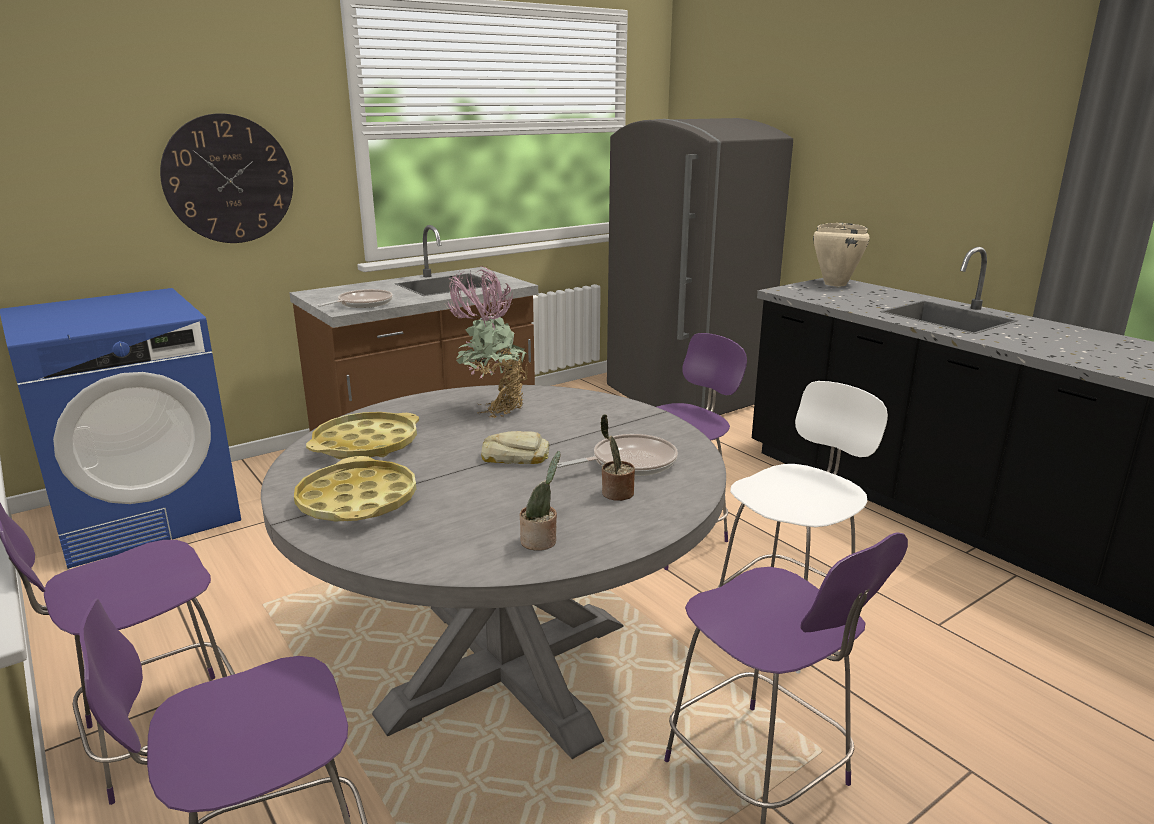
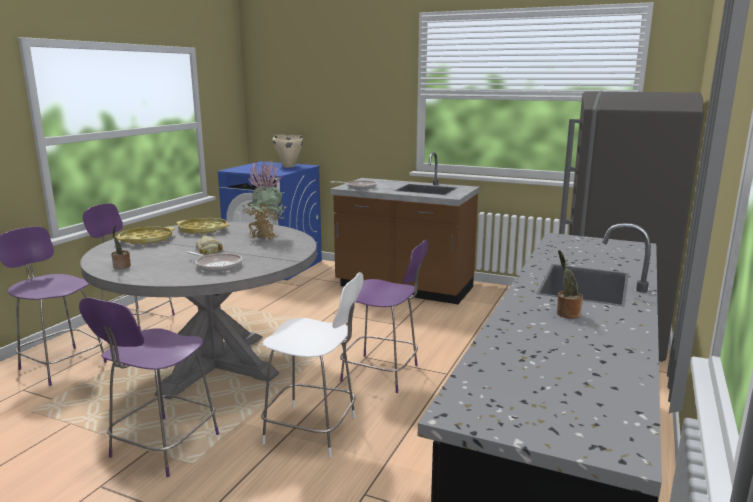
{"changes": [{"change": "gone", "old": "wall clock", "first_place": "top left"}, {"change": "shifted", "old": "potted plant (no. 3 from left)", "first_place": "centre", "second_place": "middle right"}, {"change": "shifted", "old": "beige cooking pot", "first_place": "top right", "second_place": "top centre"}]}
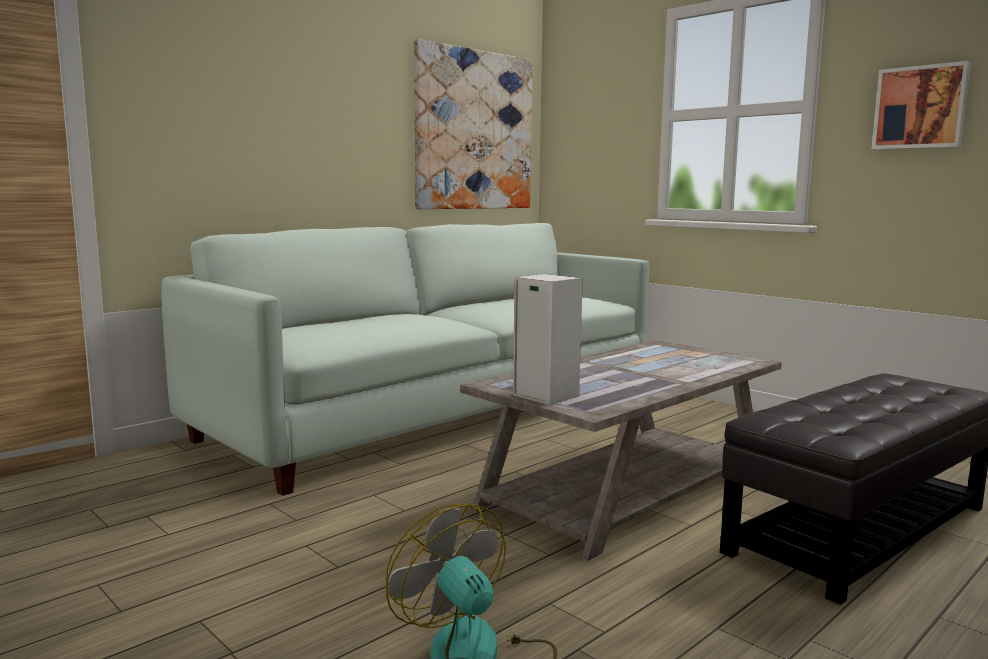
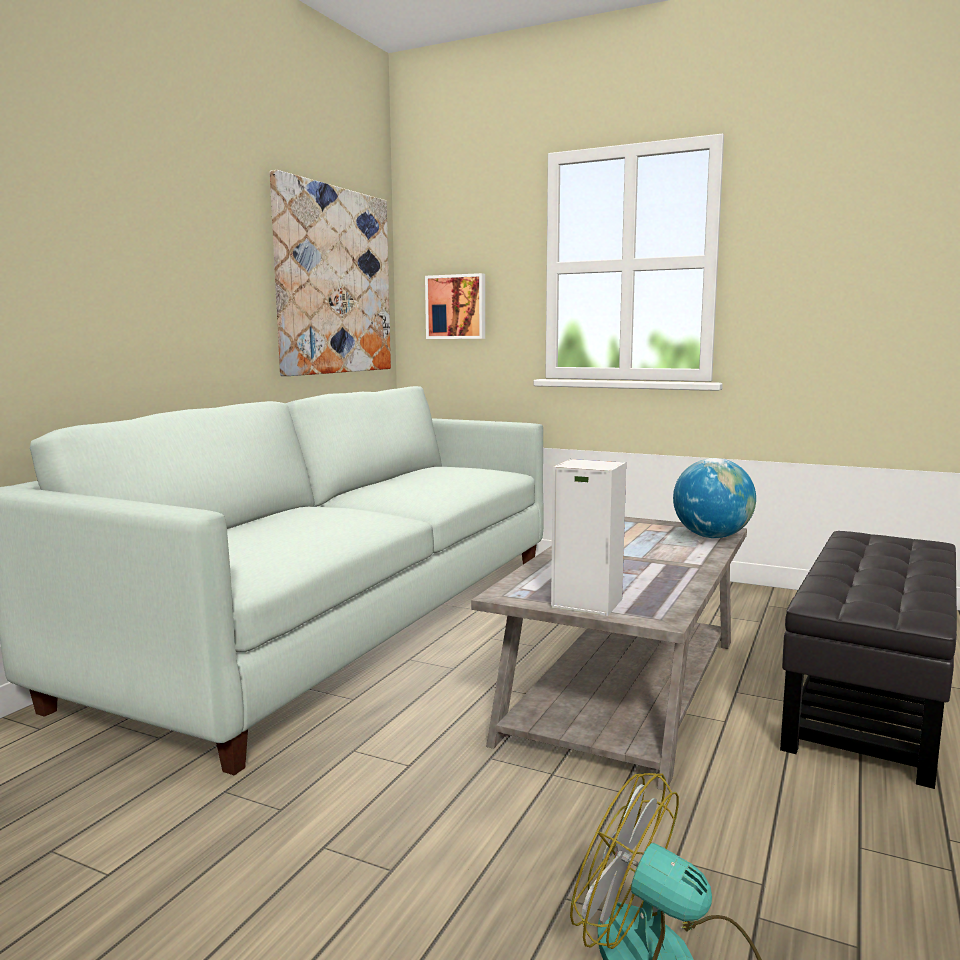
{"changes": [{"change": "new", "new": "globe", "second_place": "middle right"}, {"change": "shifted", "old": "picture (no. 2 from left)", "first_place": "top right", "second_place": "top centre"}]}
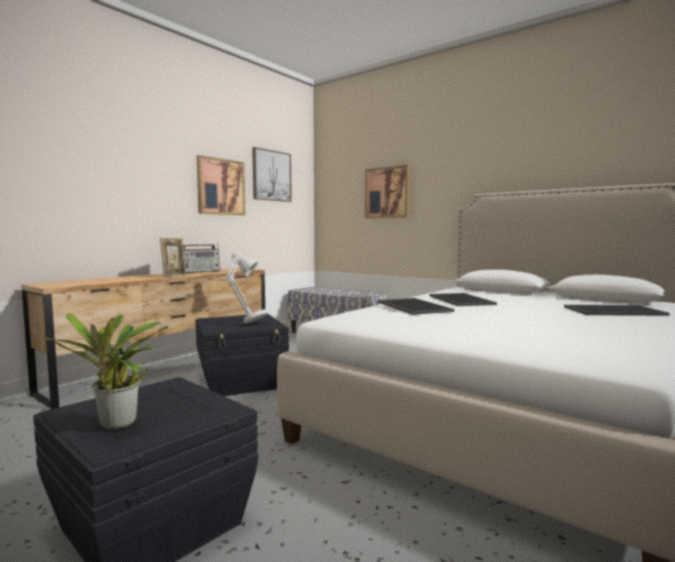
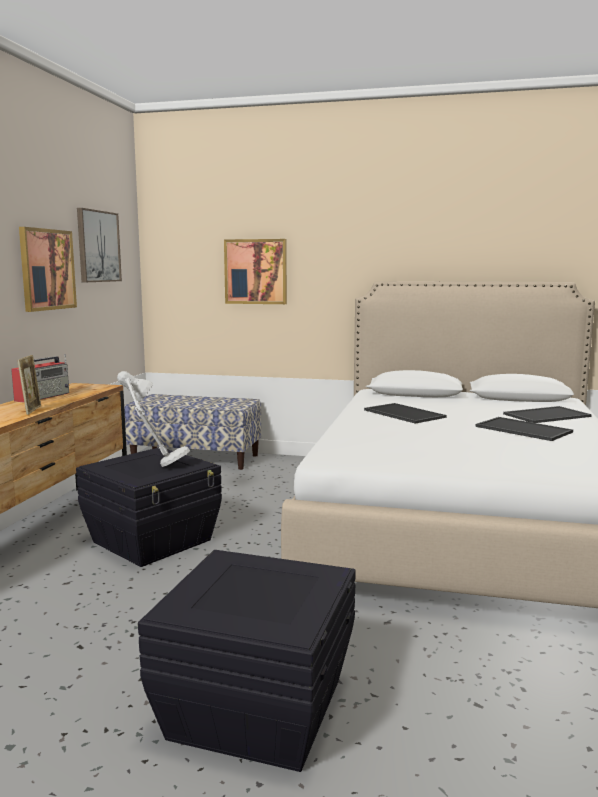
{"changes": [{"change": "gone", "old": "potted plant", "first_place": "middle left"}, {"change": "shifted", "old": "tray (no. 1 from left in the first image)", "new": "tray (no. 2 from left)", "first_place": "centre", "second_place": "middle right"}]}
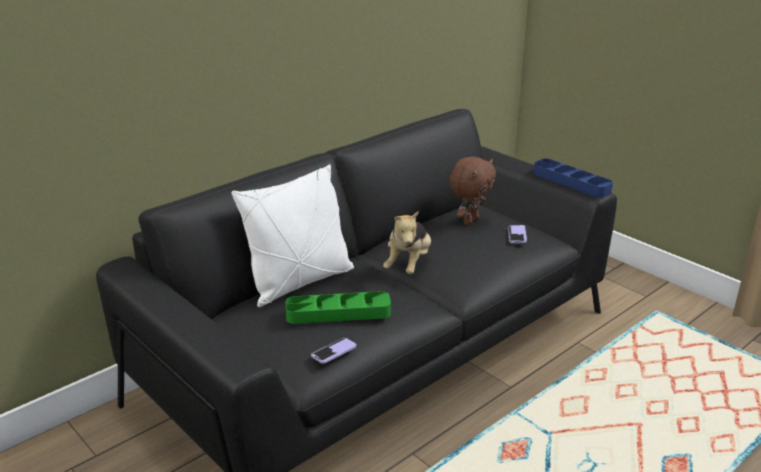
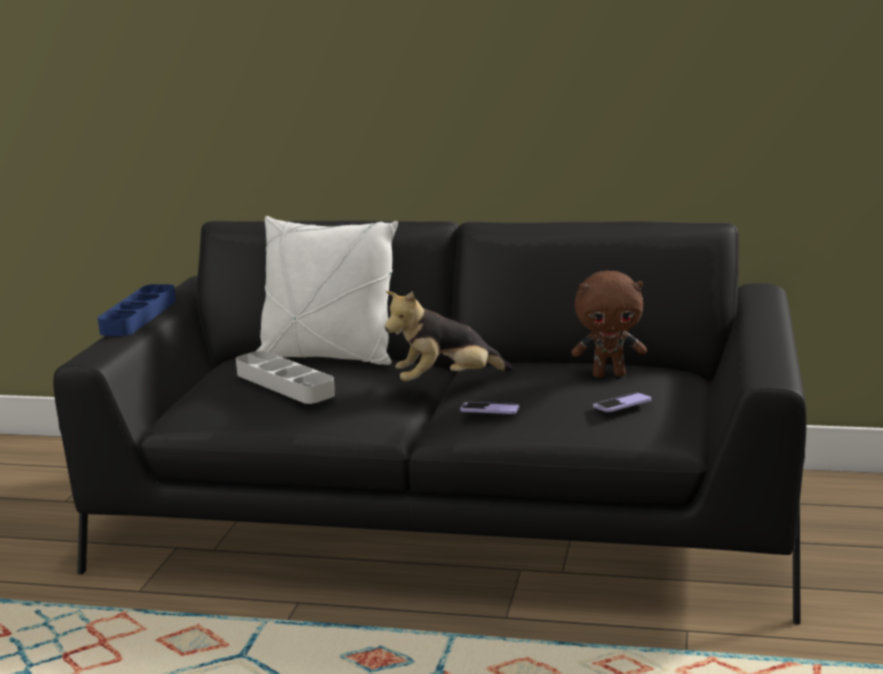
{"changes": [{"change": "shifted", "old": "phone (no. 1 from left)", "first_place": "bottom centre", "second_place": "centre"}, {"change": "shifted", "old": "blue tray", "first_place": "middle right", "second_place": "middle left"}, {"change": "repainted", "old": "green tray", "new": "grey tray", "first_place": "centre", "second_place": "middle left"}]}
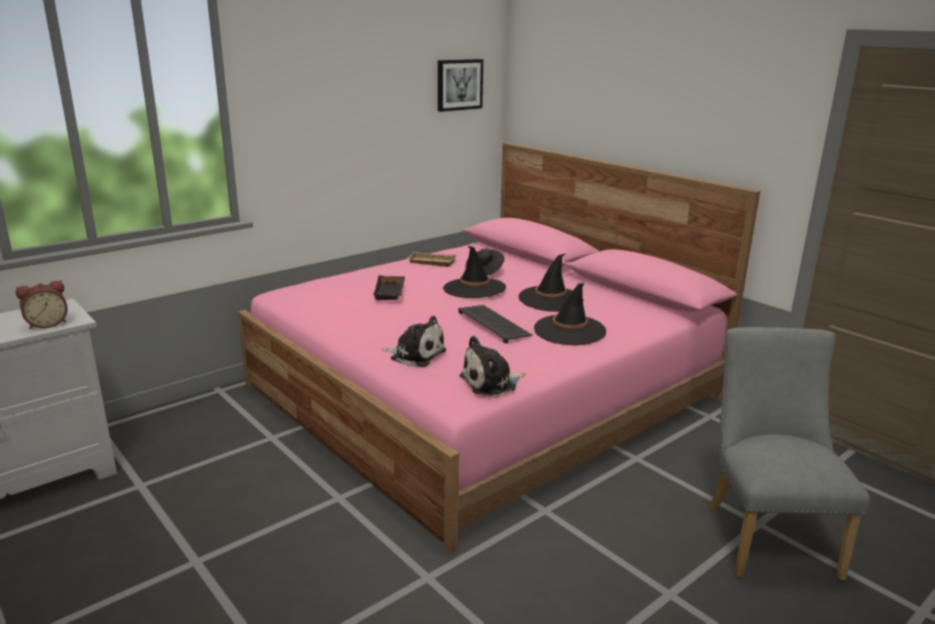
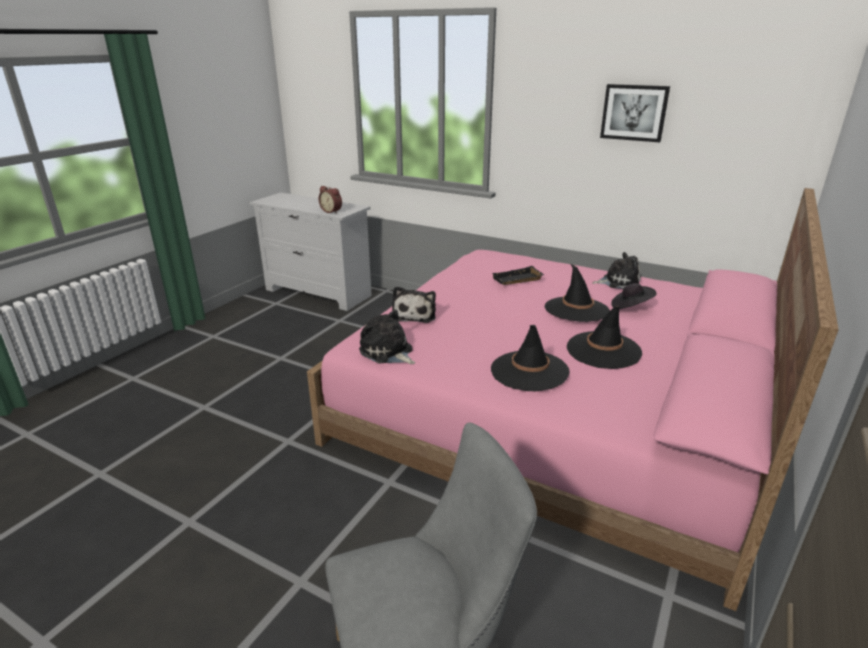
{"changes": [{"change": "gone", "old": "keyboard", "first_place": "centre"}, {"change": "shifted", "old": "picture", "first_place": "top centre", "second_place": "top right"}, {"change": "swapped", "old": "beige tray", "new": "plush toy (no. 3 from left)", "first_place": "centre", "second_place": "middle right"}]}
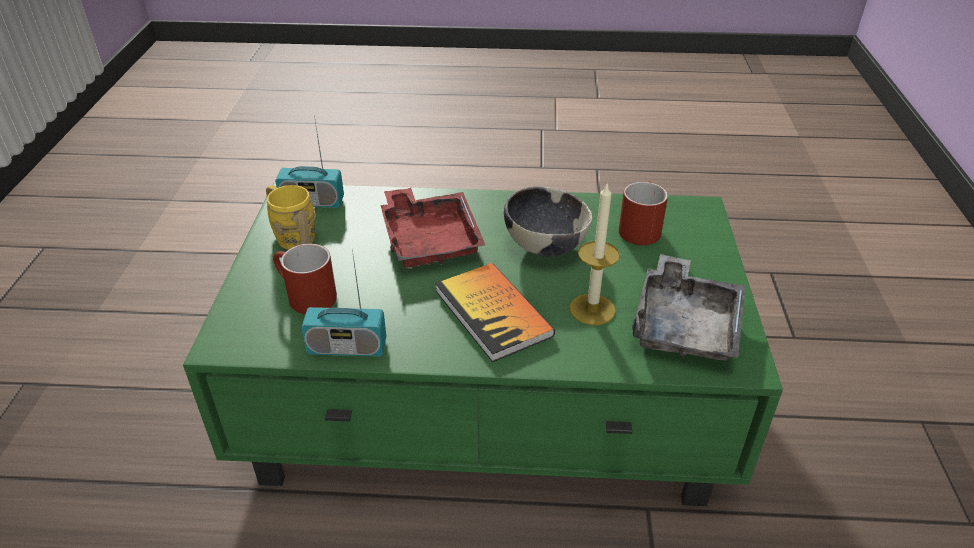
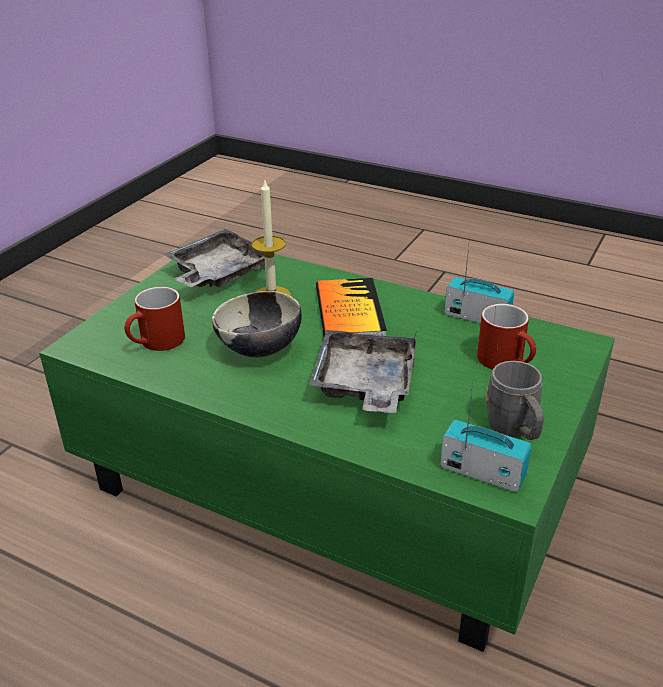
{"changes": [{"change": "repainted", "old": "yellow mug", "new": "grey mug", "first_place": "middle left", "second_place": "middle right"}, {"change": "repainted", "old": "red tray", "new": "grey tray (no. 2 from left)", "first_place": "centre", "second_place": "centre"}]}
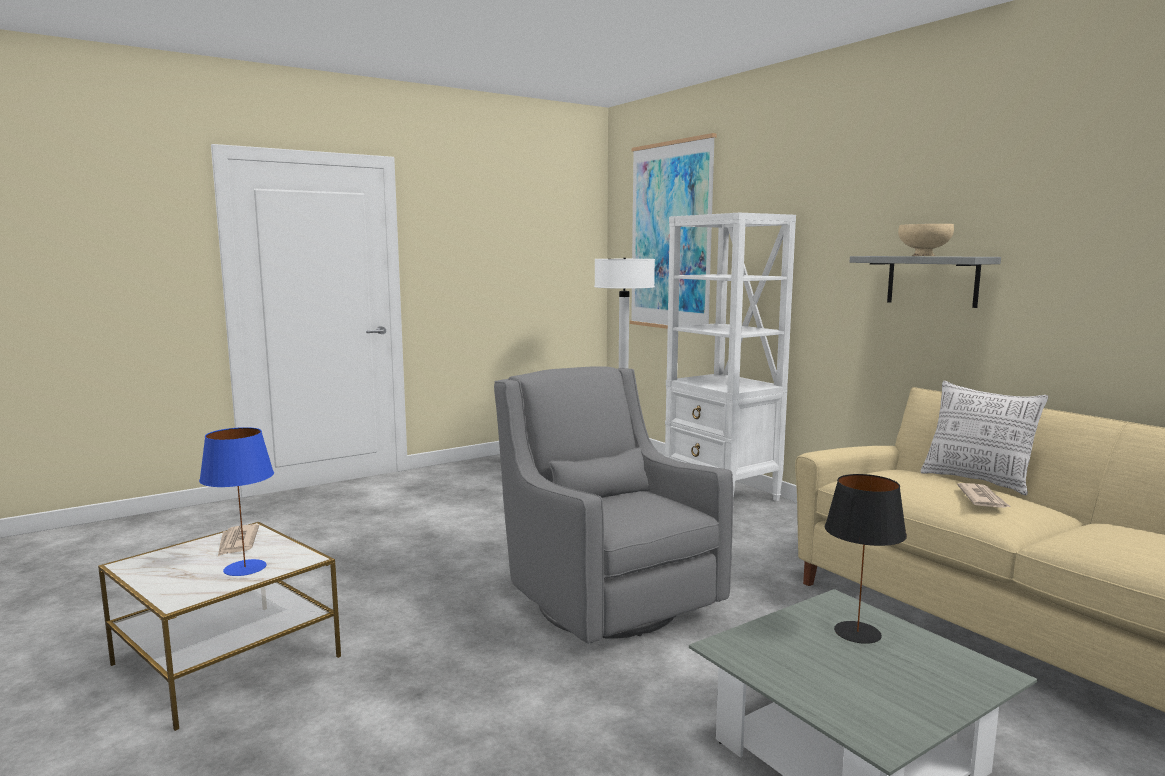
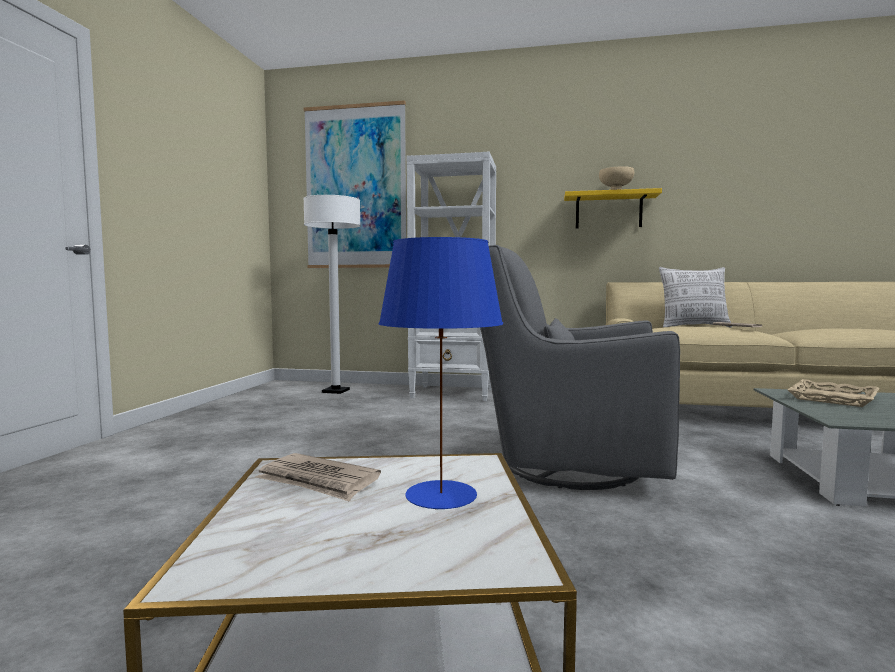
{"changes": [{"change": "swapped", "old": "black table lamp", "new": "beige tray", "first_place": "bottom right", "second_place": "middle right"}, {"change": "repainted", "old": "grey shelf", "new": "yellow shelf", "first_place": "middle right", "second_place": "top right"}]}
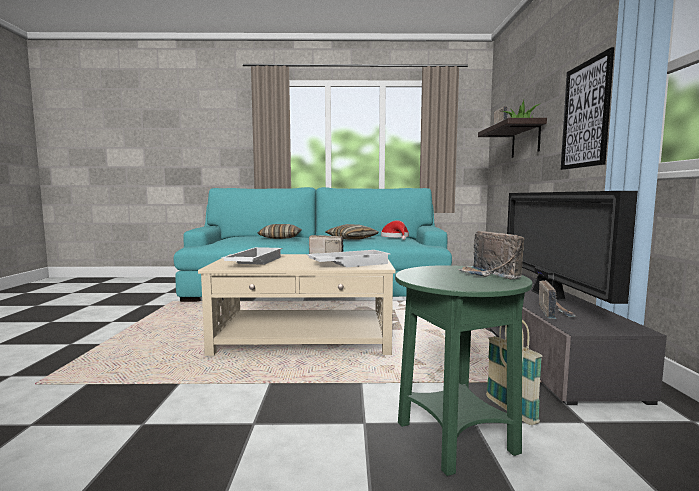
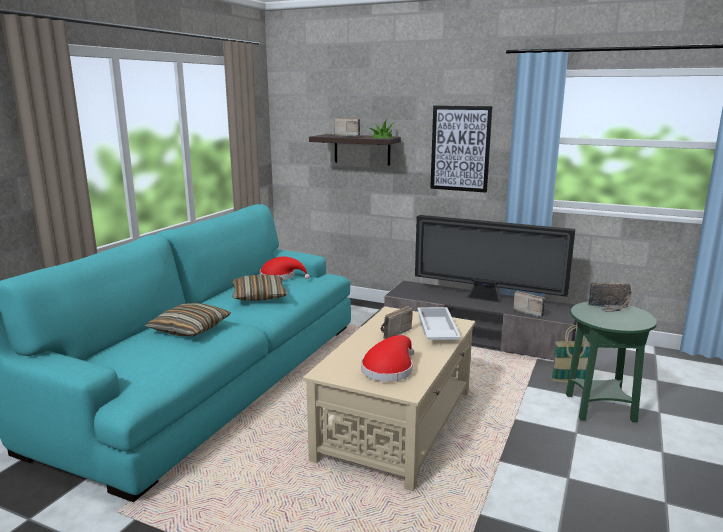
{"changes": [{"change": "swapped", "old": "white tray (no. 1 from left)", "new": "red hat (no. 2 from left)", "first_place": "centre", "second_place": "bottom centre"}]}
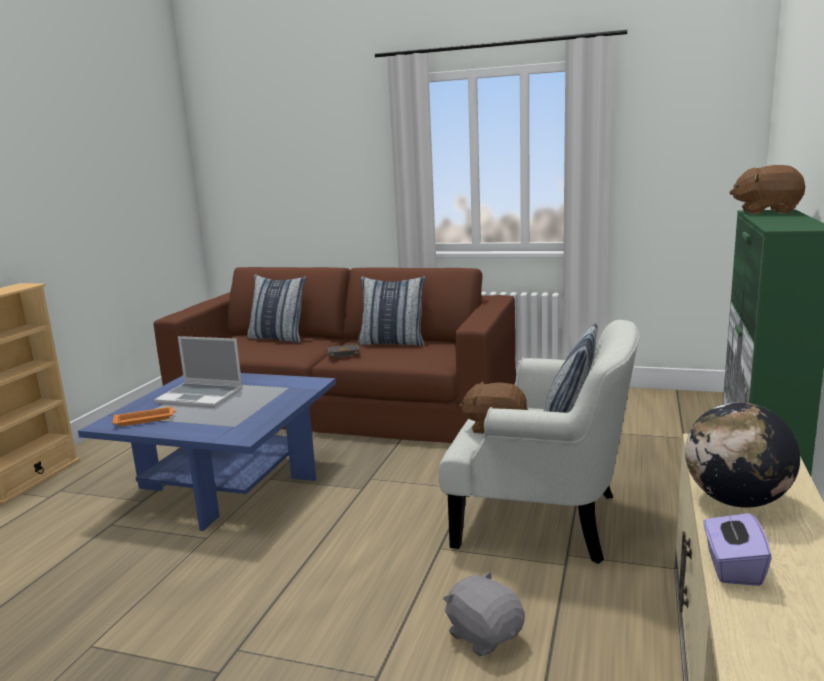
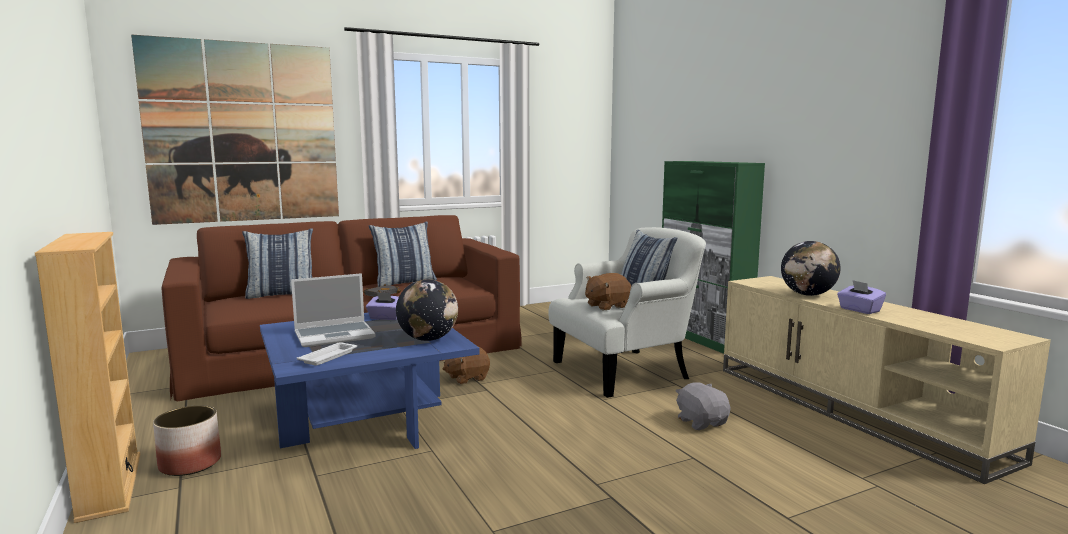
{"changes": [{"change": "new", "new": "picture", "second_place": "top left"}, {"change": "new", "new": "planter", "second_place": "bottom left"}, {"change": "new", "new": "purple tissue box (no. 1 from left)", "second_place": "centre"}, {"change": "new", "new": "globe (no. 1 from left)", "second_place": "centre"}, {"change": "shifted", "old": "brown plush toy (no. 2 from left in the first image)", "new": "brown plush toy (no. 1 from left)", "first_place": "top right", "second_place": "bottom centre"}, {"change": "repainted", "old": "orange tray", "new": "white tray", "first_place": "middle left", "second_place": "middle left"}, {"change": "rotated", "old": "grey plush toy", "first_place": "bottom centre", "second_place": "bottom centre", "degrees": 60}]}
